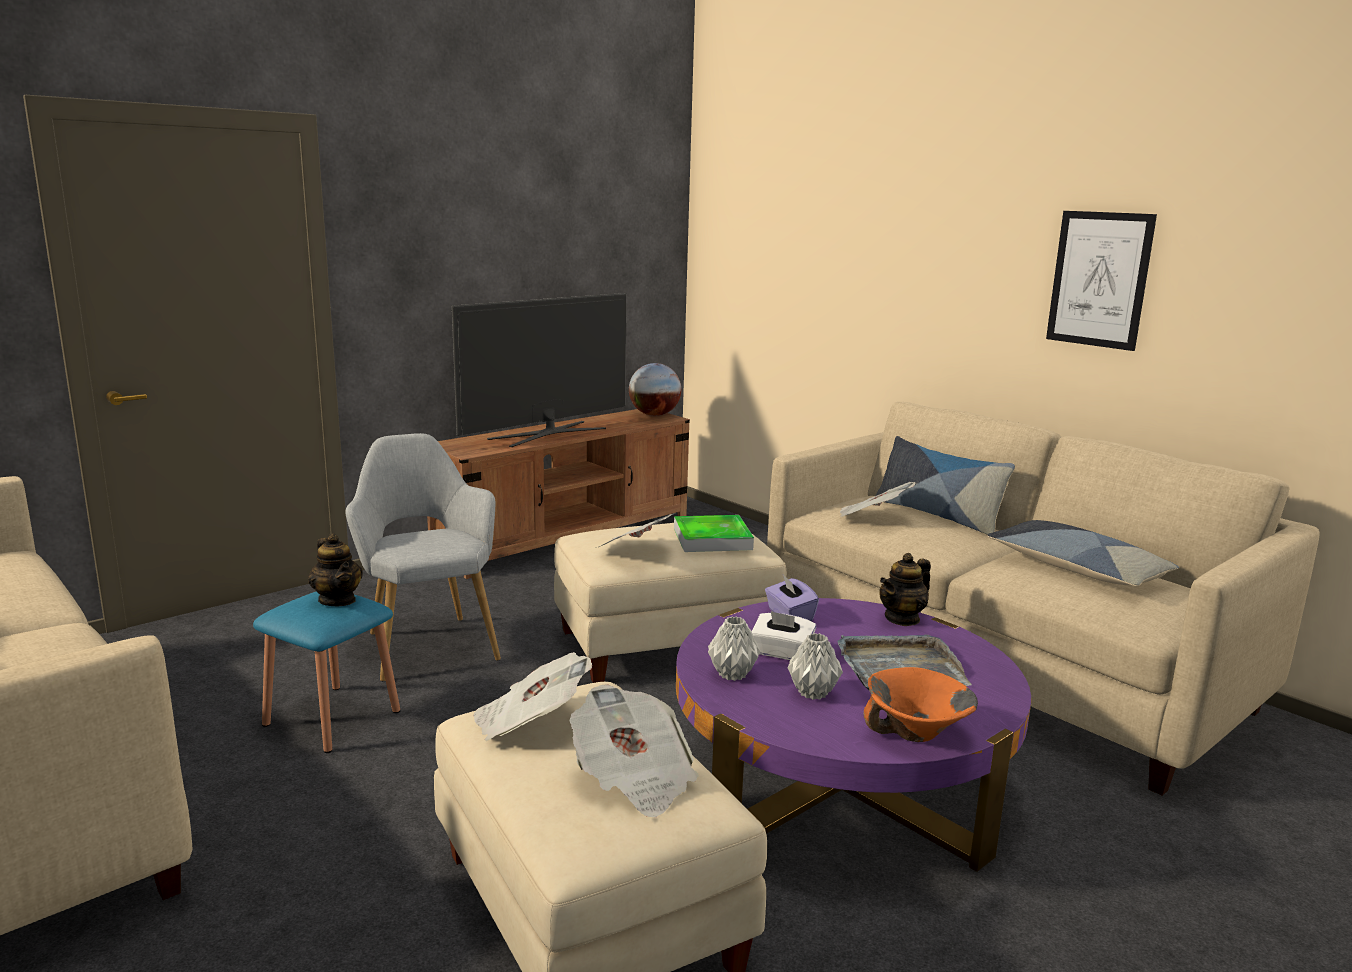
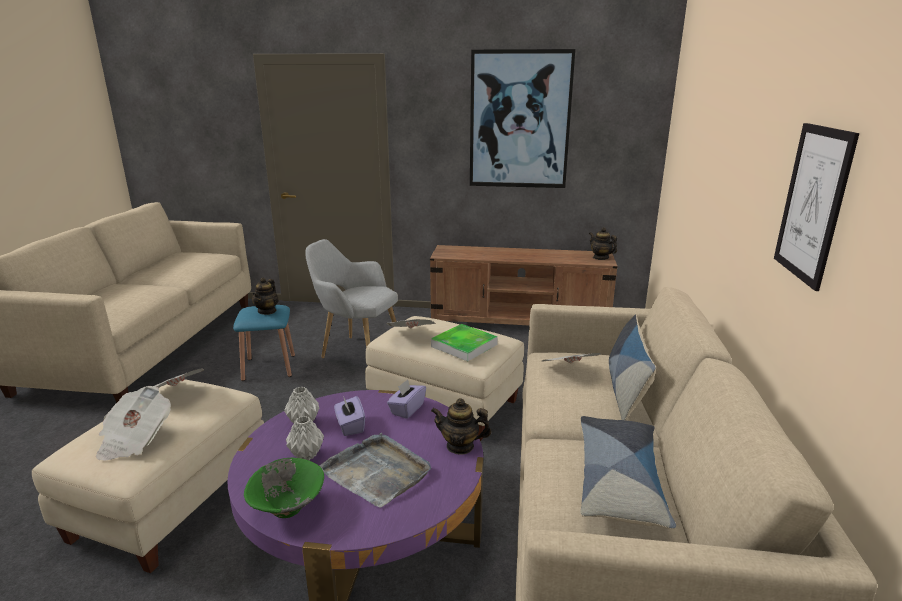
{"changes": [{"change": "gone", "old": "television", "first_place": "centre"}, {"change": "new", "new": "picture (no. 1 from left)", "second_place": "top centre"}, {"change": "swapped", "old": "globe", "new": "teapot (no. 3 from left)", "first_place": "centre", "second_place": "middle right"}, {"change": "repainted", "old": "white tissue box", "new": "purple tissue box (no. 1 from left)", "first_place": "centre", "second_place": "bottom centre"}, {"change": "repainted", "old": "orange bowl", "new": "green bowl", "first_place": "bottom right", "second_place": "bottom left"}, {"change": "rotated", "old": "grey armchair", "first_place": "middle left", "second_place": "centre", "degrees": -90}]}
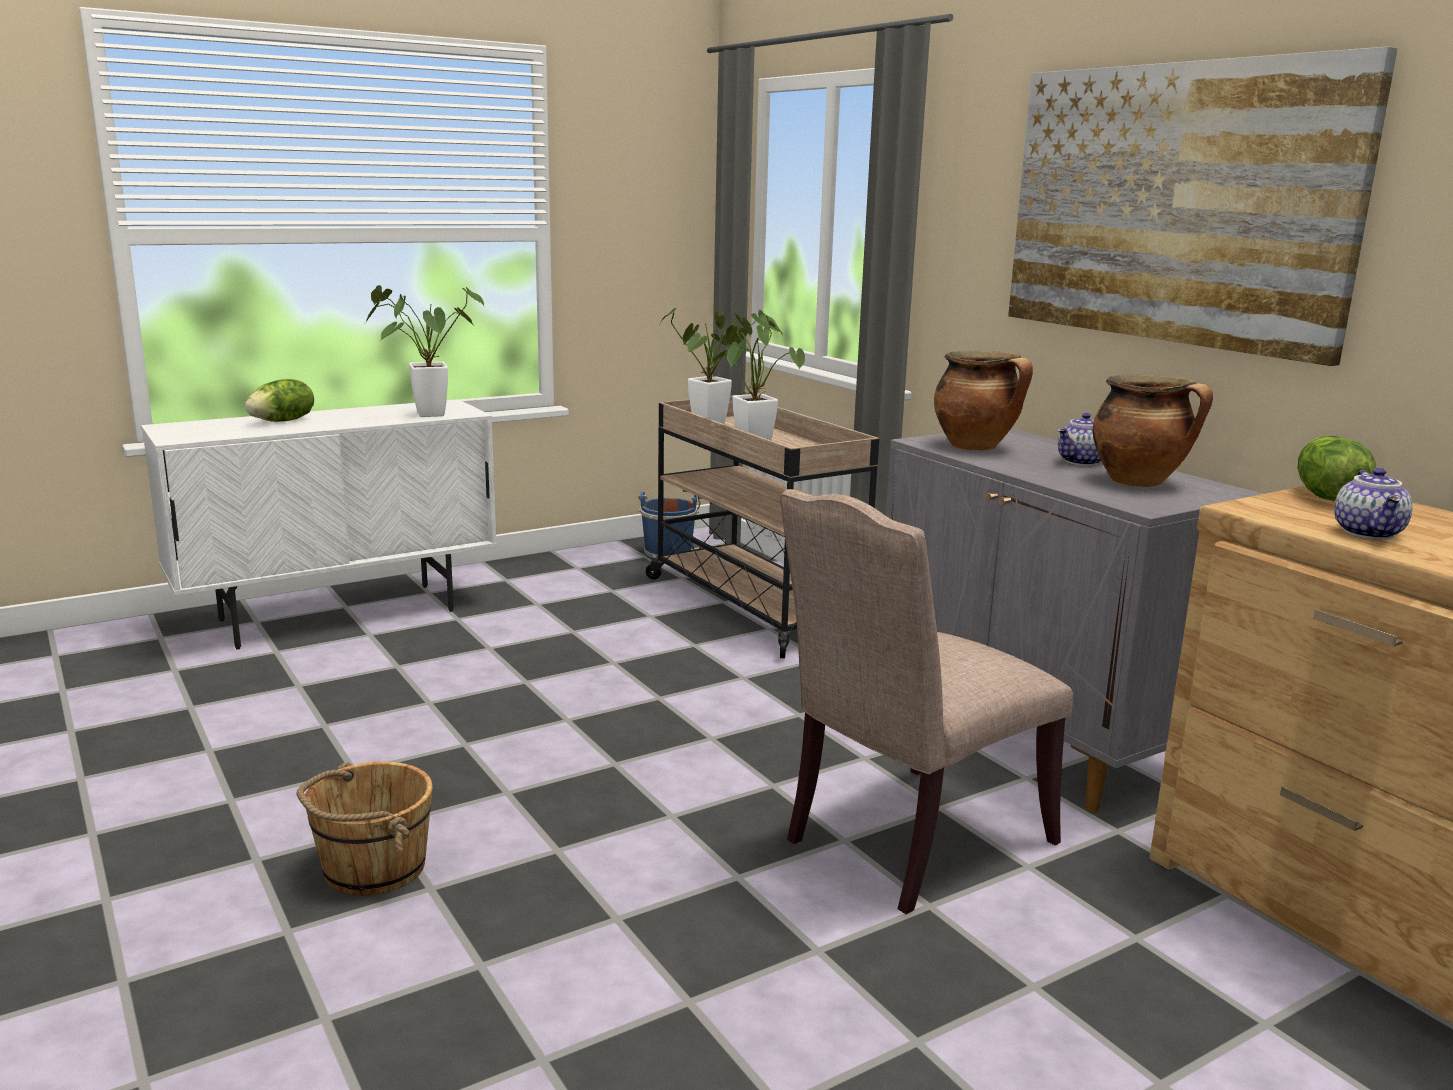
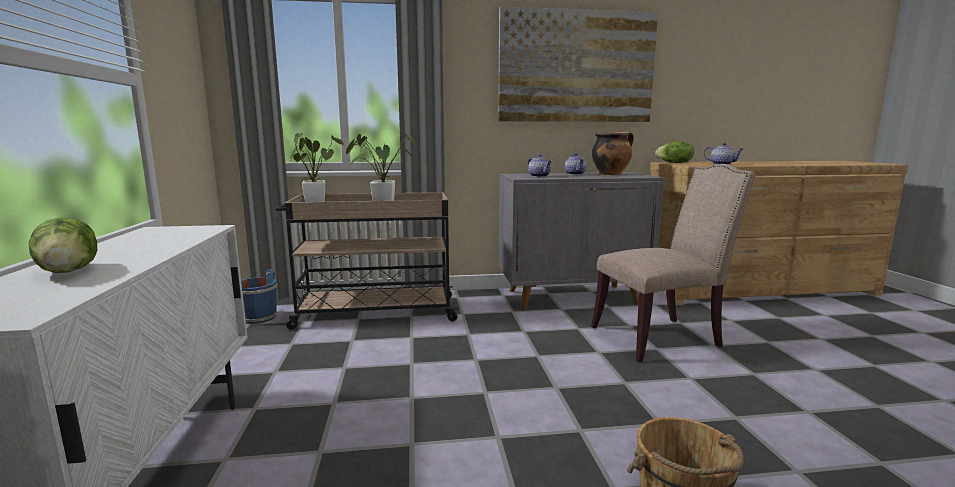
{"changes": [{"change": "gone", "old": "potted plant (no. 1 from left)", "first_place": "top left"}, {"change": "swapped", "old": "cooking pot (no. 1 from left)", "new": "teapot (no. 1 from left)", "first_place": "middle right", "second_place": "centre"}, {"change": "rotated", "old": "beige chair", "first_place": "centre", "second_place": "middle right", "degrees": -90}]}
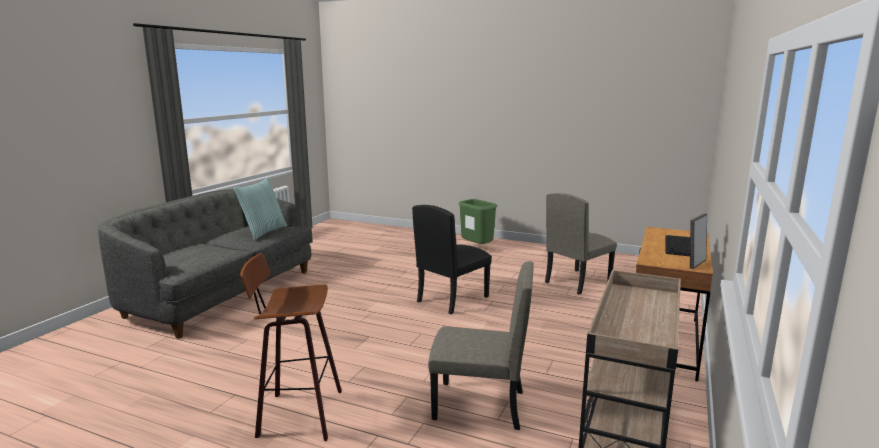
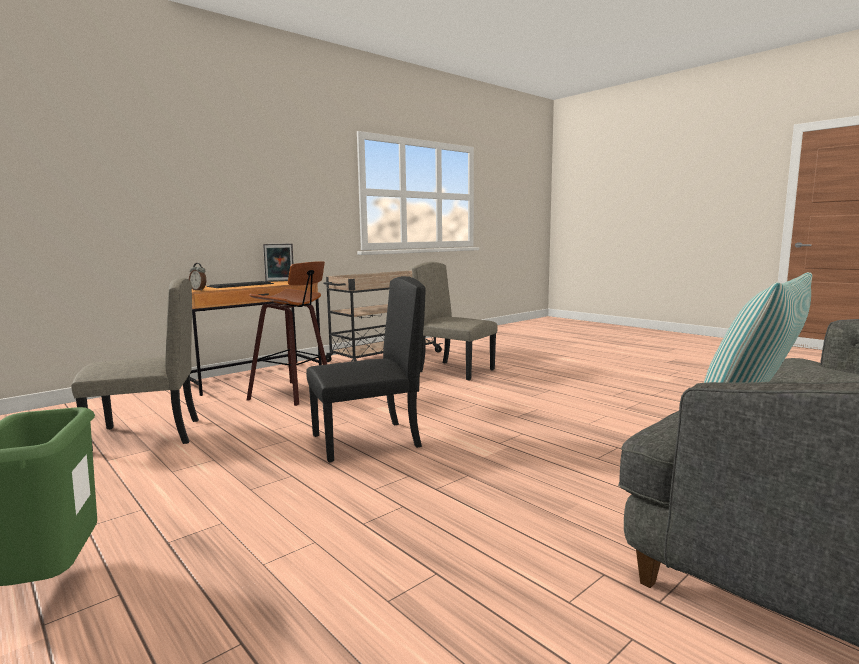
{"changes": [{"change": "new", "new": "alarm clock", "second_place": "middle left"}, {"change": "shifted", "old": "stool", "first_place": "bottom left", "second_place": "centre"}]}
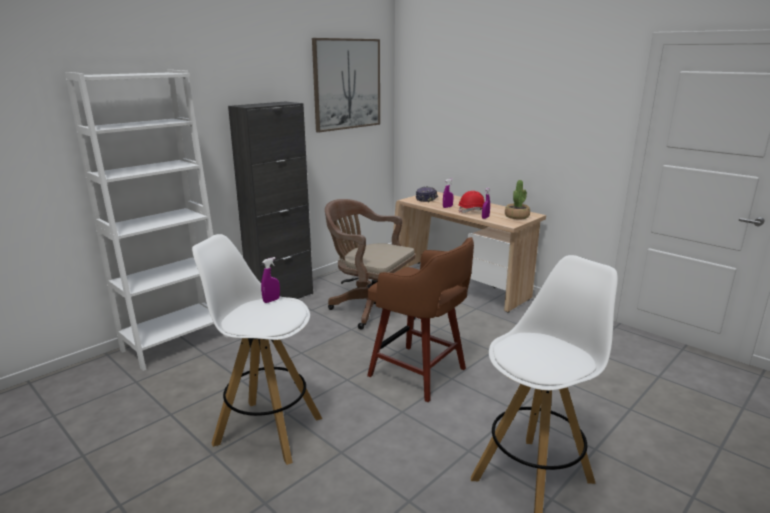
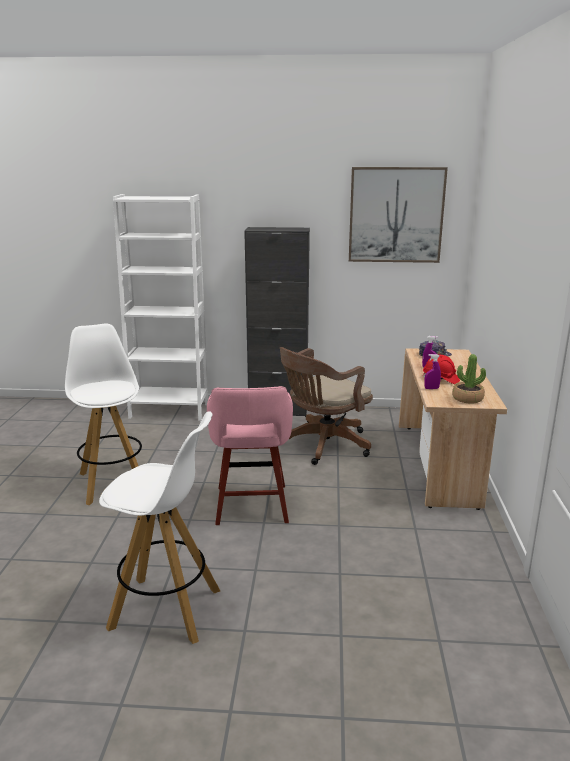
{"changes": [{"change": "gone", "old": "purple spray bottle (no. 1 from left)", "first_place": "centre"}, {"change": "repainted", "old": "brown stool", "new": "pink stool", "first_place": "centre", "second_place": "centre"}, {"change": "rotated", "old": "brown office chair", "first_place": "centre", "second_place": "centre", "degrees": -120}]}
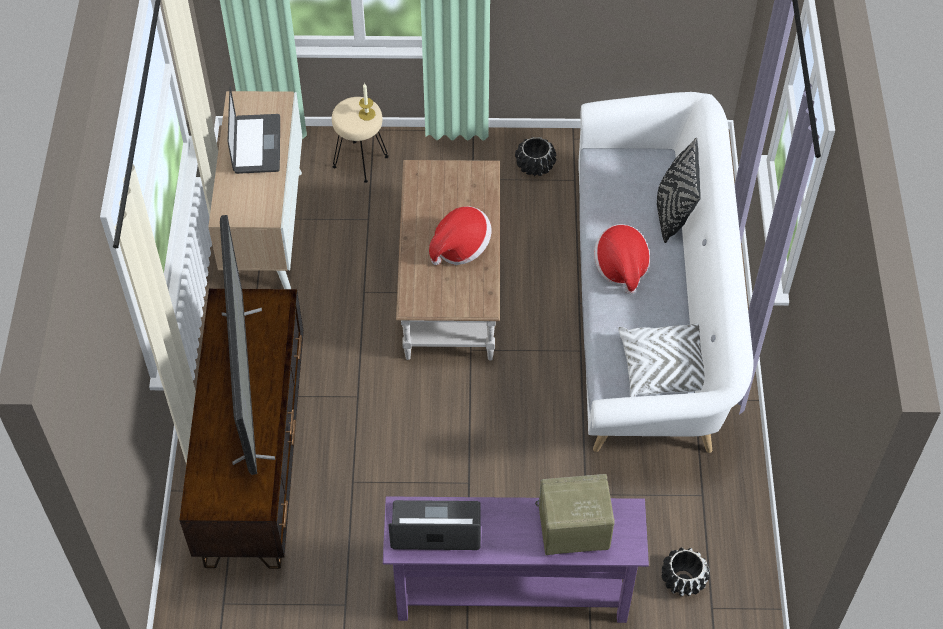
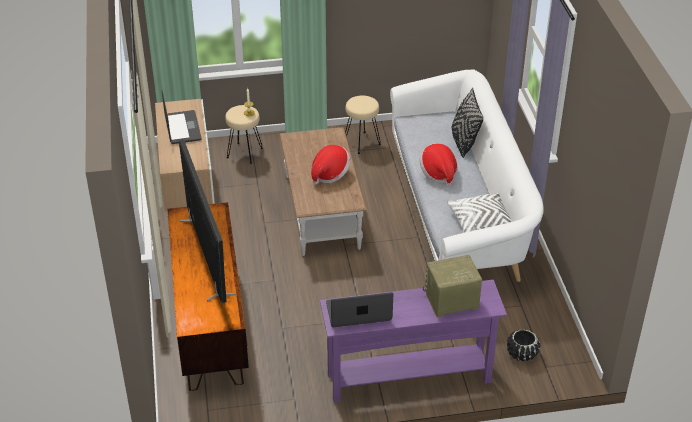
{"changes": [{"change": "swapped", "old": "black planter (no. 1 from left)", "new": "beige stool (no. 2 from left)", "first_place": "top centre", "second_place": "top centre"}]}
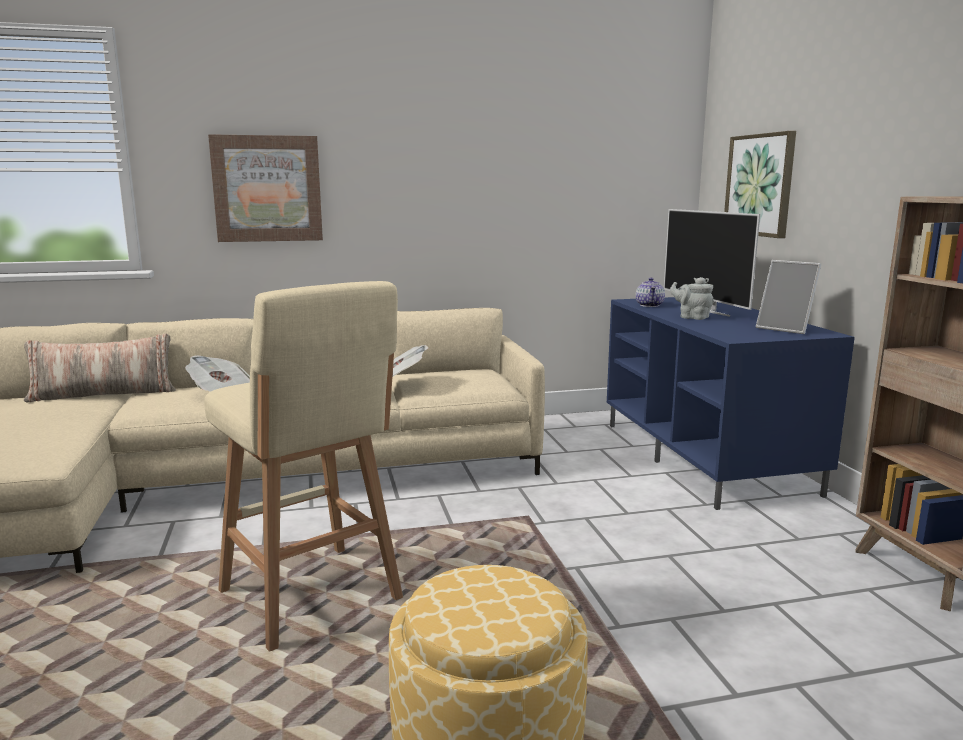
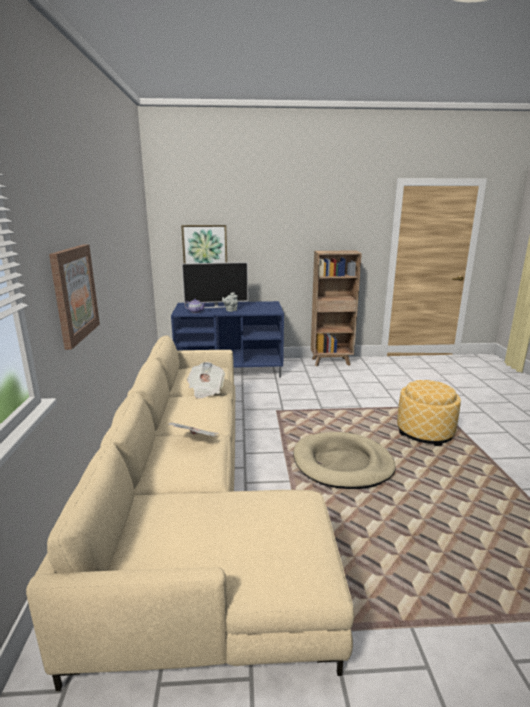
{"changes": [{"change": "gone", "old": "pillow", "first_place": "middle left"}, {"change": "gone", "old": "picture frame", "first_place": "middle right"}, {"change": "swapped", "old": "beige stool", "new": "beige dog bed", "first_place": "middle left", "second_place": "centre"}]}
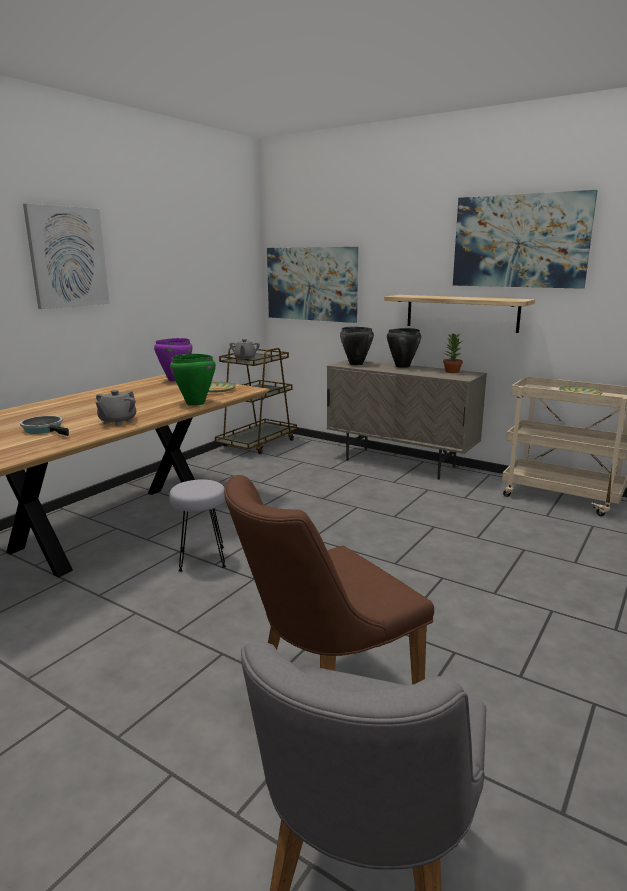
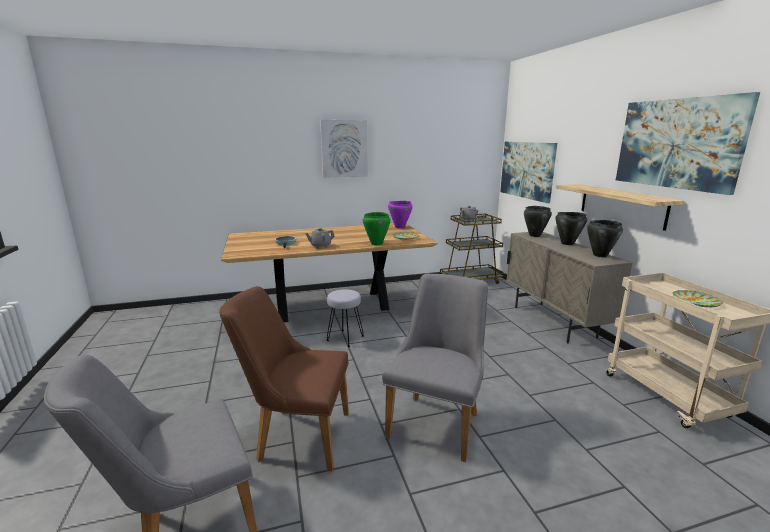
{"changes": [{"change": "new", "new": "grey chair (no. 2 from left)", "second_place": "bottom centre"}, {"change": "swapped", "old": "potted plant", "new": "black cooking pot (no. 3 from left)", "first_place": "middle right", "second_place": "middle right"}]}
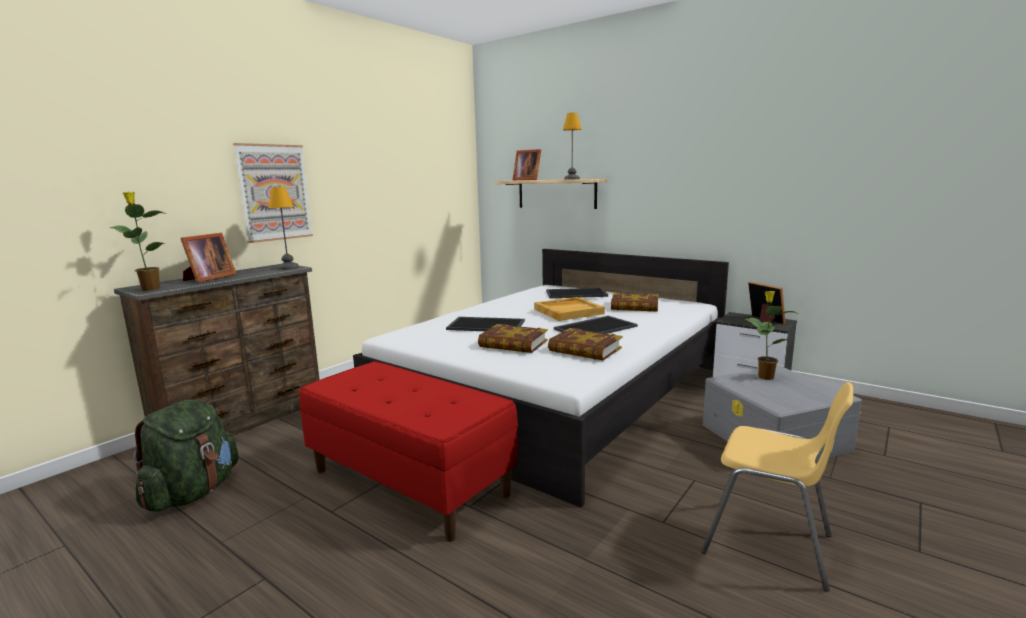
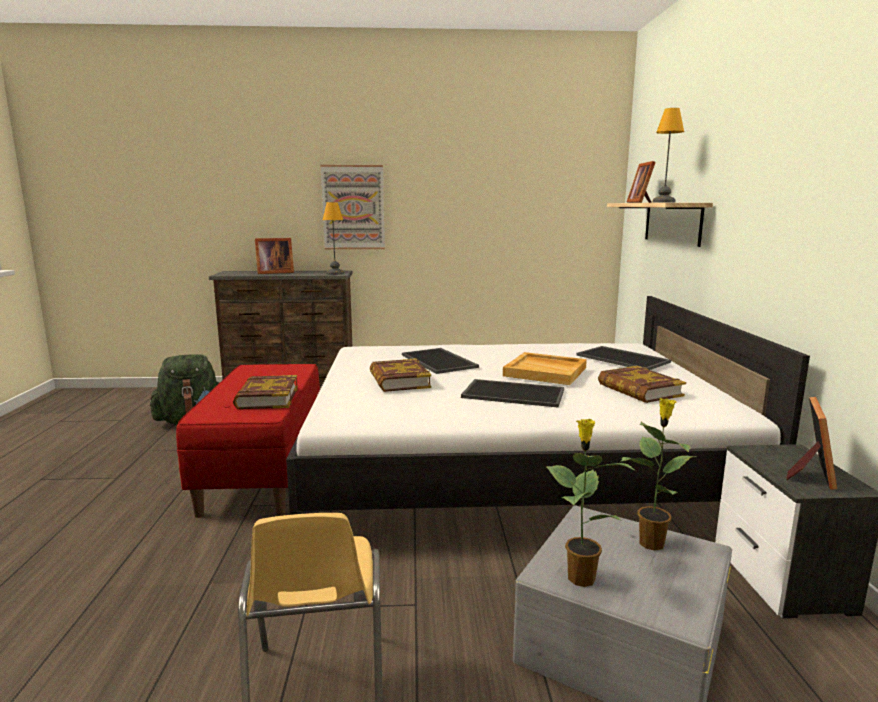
{"changes": [{"change": "shifted", "old": "potted plant (no. 1 from left)", "first_place": "middle left", "second_place": "bottom right"}, {"change": "shifted", "old": "book (no. 2 from left in the first image)", "new": "book (no. 1 from left)", "first_place": "centre", "second_place": "middle left"}]}
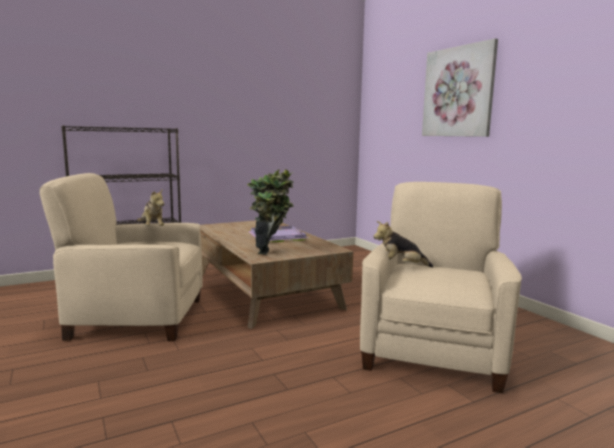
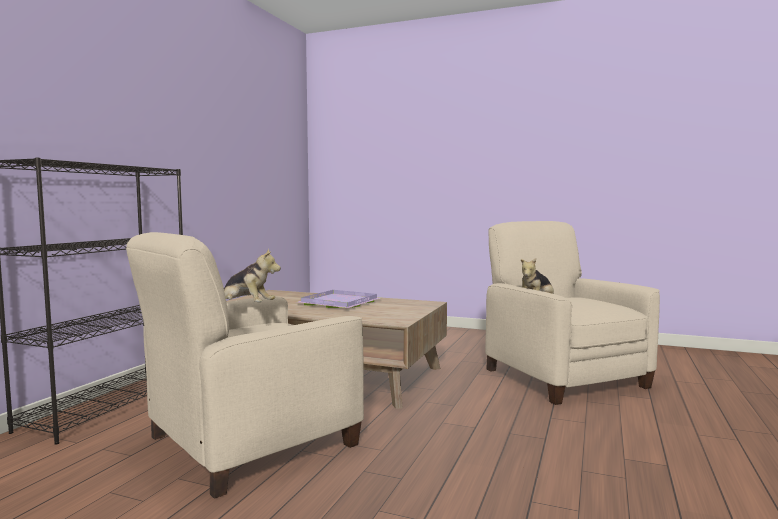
{"changes": [{"change": "gone", "old": "potted plant", "first_place": "centre"}, {"change": "gone", "old": "picture", "first_place": "top right"}]}
